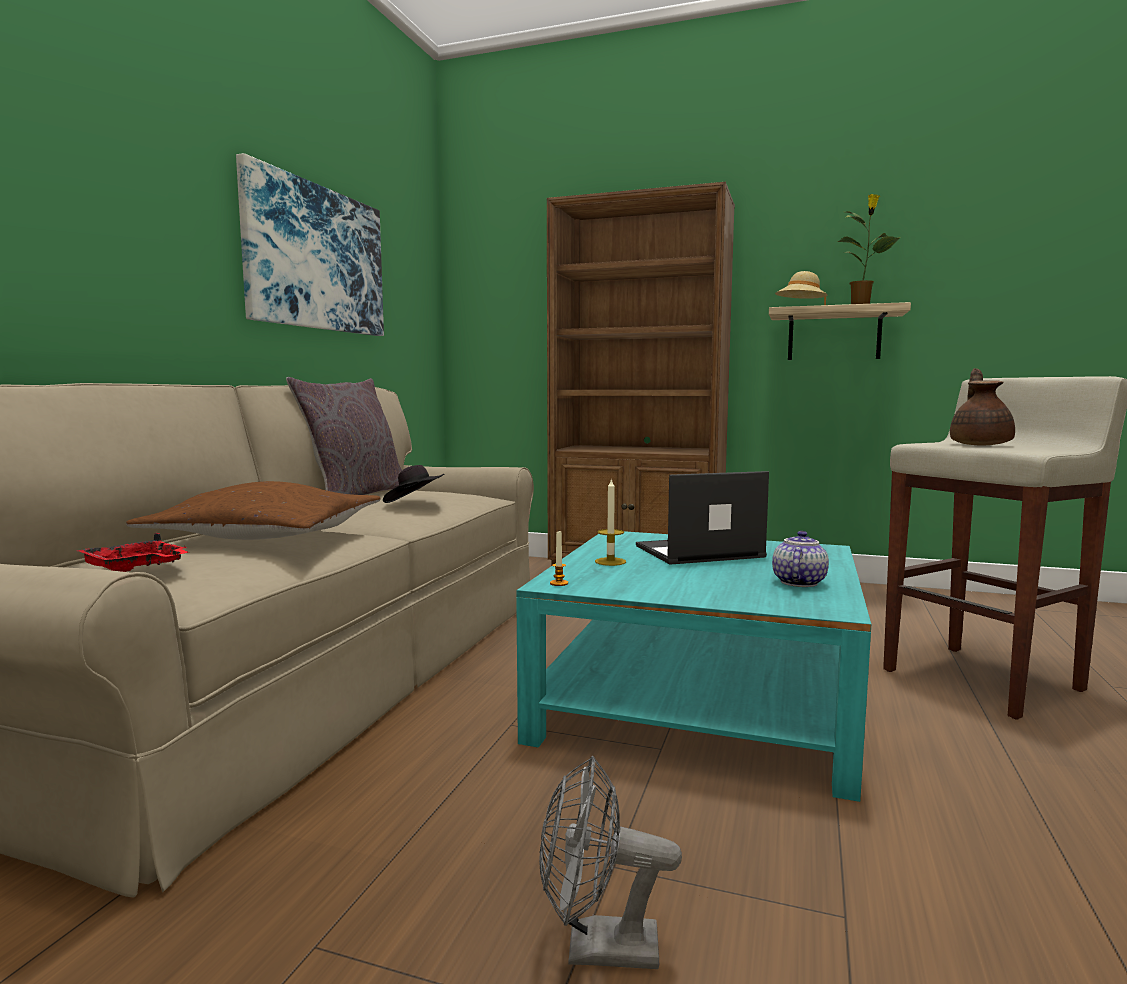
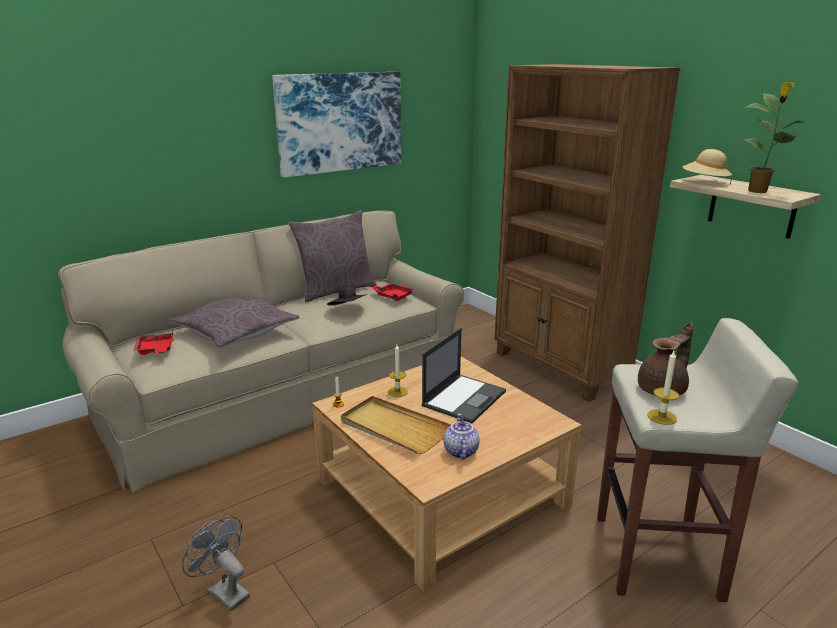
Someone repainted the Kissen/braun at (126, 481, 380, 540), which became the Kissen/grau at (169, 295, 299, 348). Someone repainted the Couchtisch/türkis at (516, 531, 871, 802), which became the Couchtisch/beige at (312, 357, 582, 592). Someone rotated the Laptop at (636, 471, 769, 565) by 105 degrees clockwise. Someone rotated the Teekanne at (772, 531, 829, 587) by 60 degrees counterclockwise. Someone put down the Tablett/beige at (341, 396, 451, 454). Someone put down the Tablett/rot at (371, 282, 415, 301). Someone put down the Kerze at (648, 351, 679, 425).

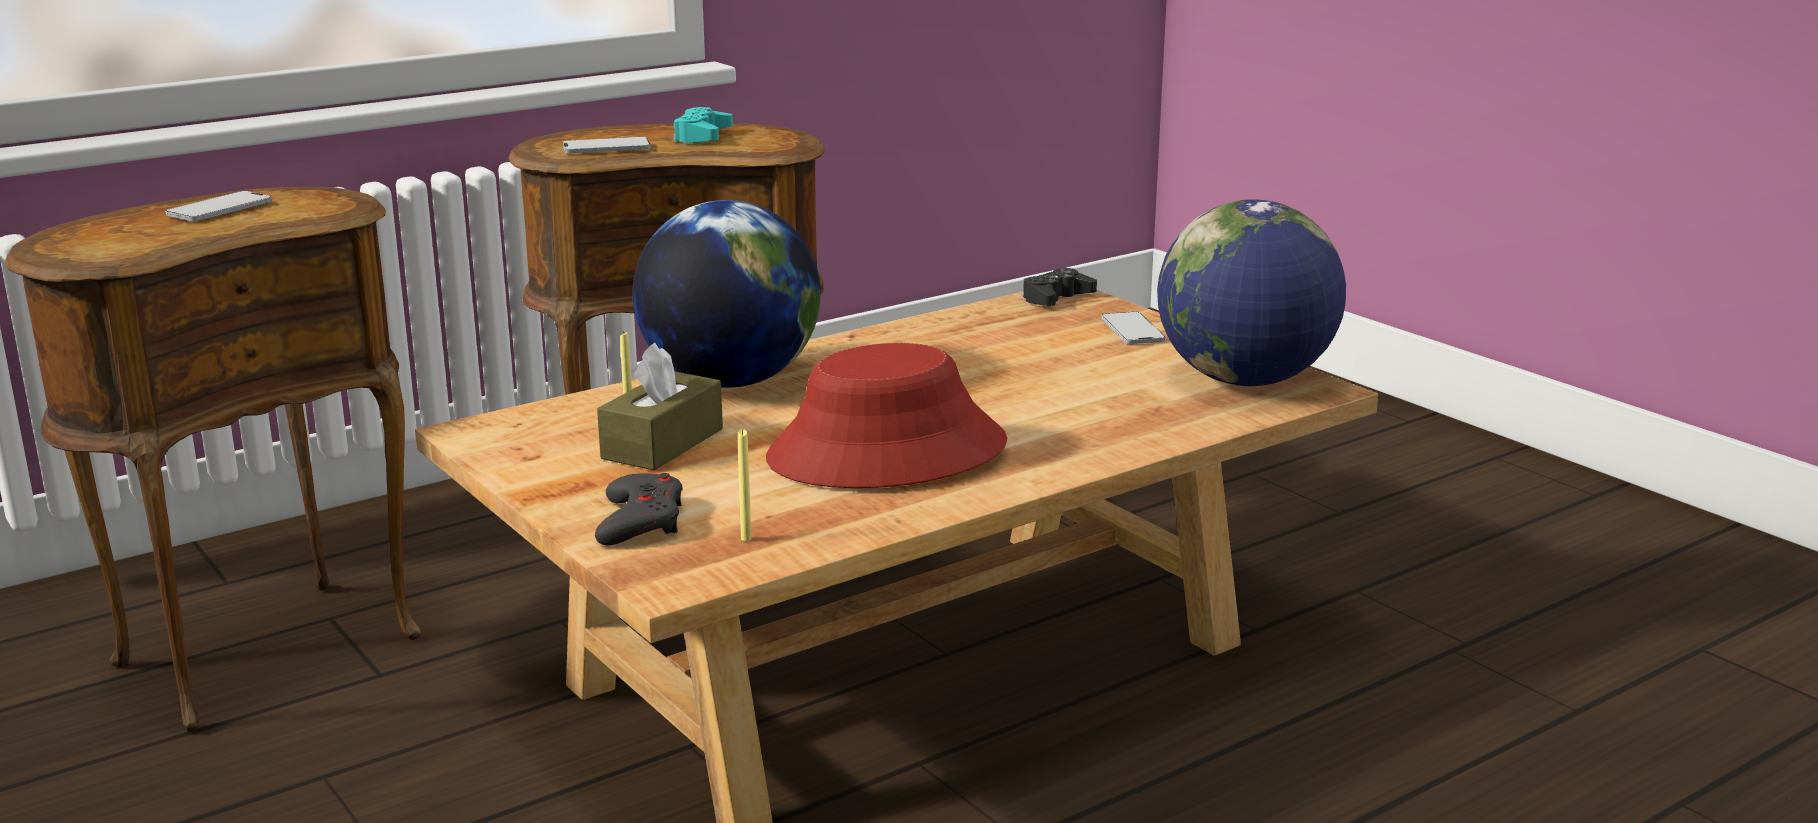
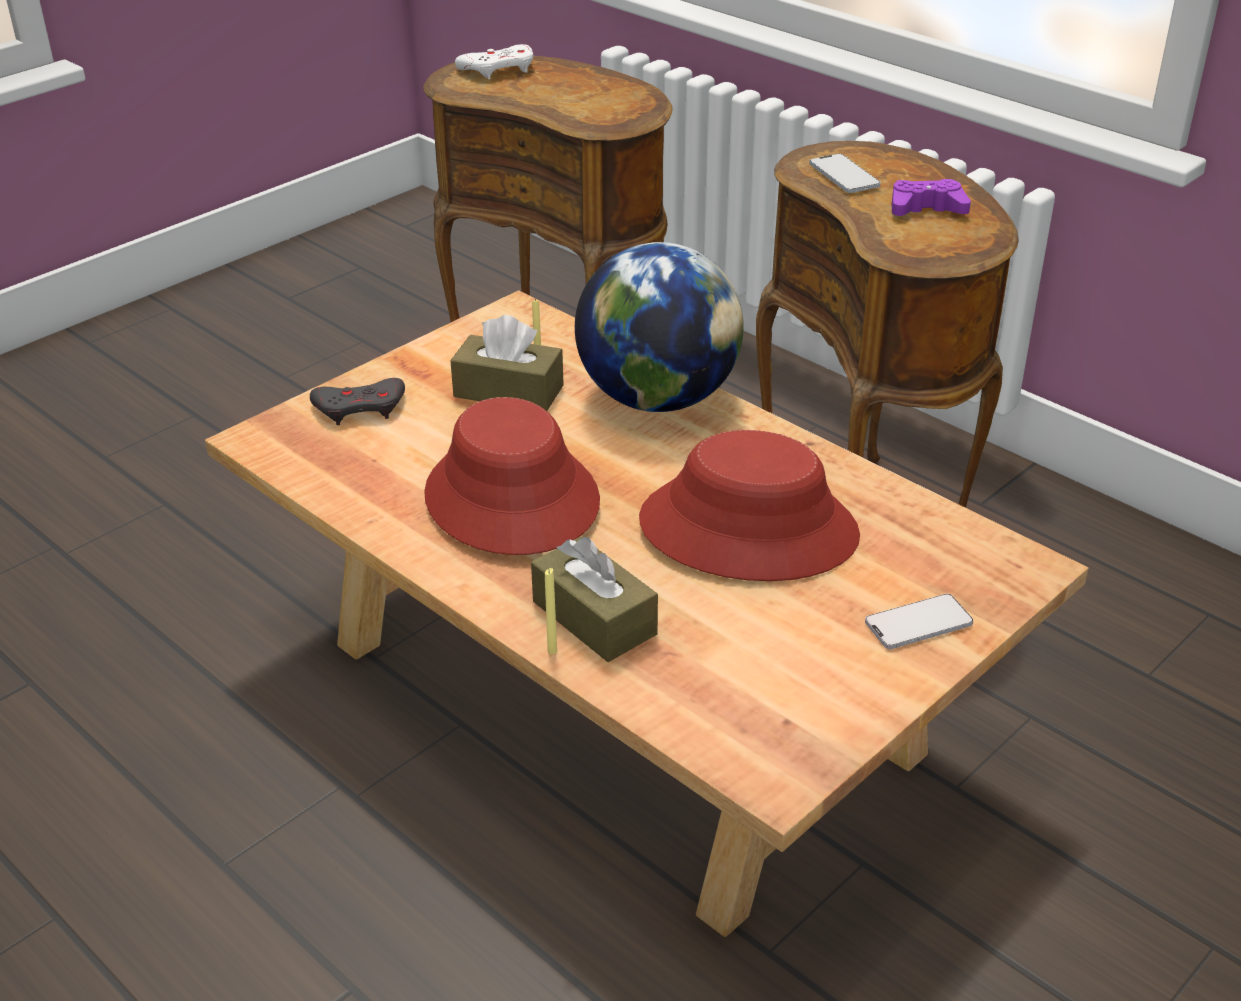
Someone took away the Handy at (165, 191, 272, 221). Someone repainted the Gamepad/türkis at (673, 107, 733, 143), which became the Gamepad/lila at (891, 179, 971, 216). Someone carried the Kerze/gelb from (738, 429, 752, 541) to (545, 568, 557, 655). Someone took away the Gamepad/schwarz at (1022, 268, 1097, 306). Someone took away the Globus at (1157, 200, 1346, 386). Someone put down the Gamepad/weiß at (455, 44, 533, 79). Someone put down the Taschentuchbox/braun at (531, 536, 658, 662). Someone put down the Hut/rot at (639, 430, 860, 581).

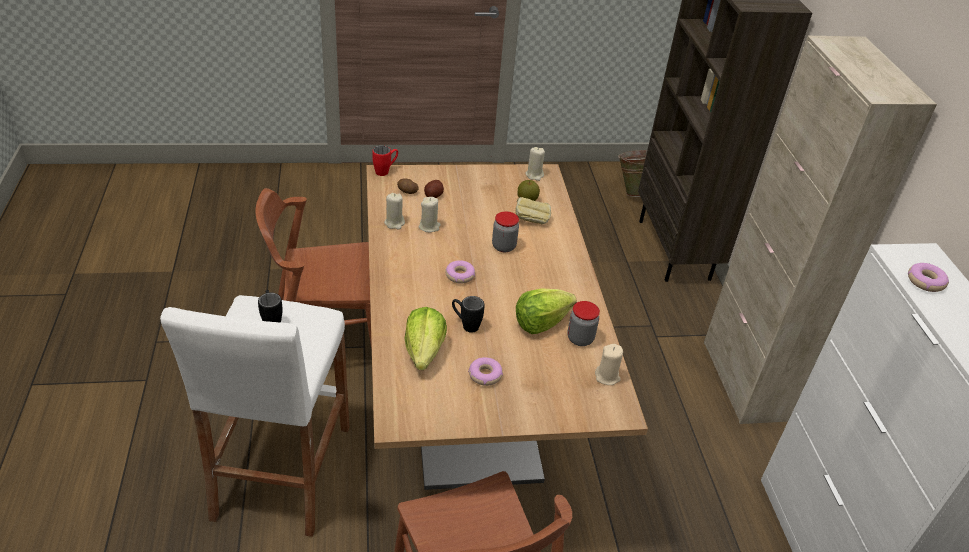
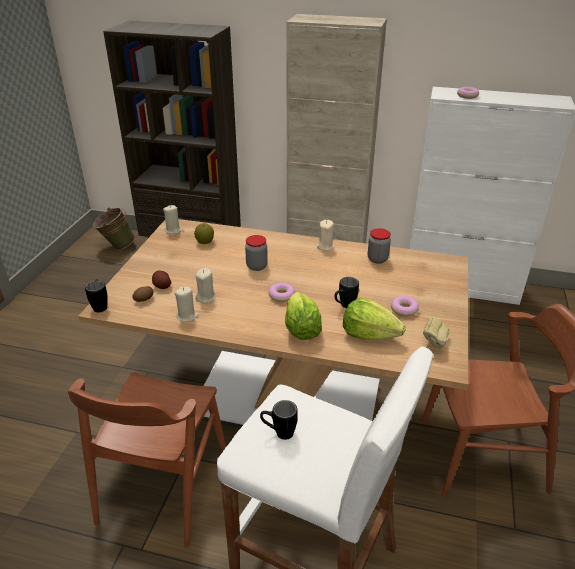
Someone repainted the Henkelbecher/rot at (372, 145, 398, 176), which became the Henkelbecher/schwarz at (85, 279, 108, 312). Someone carried the Brot from (515, 197, 551, 224) to (423, 317, 449, 348). Someone carried the Salatkopf from (516, 289, 577, 334) to (285, 292, 322, 340). Someone carried the Kerze/beige from (595, 344, 623, 385) to (317, 220, 334, 251).

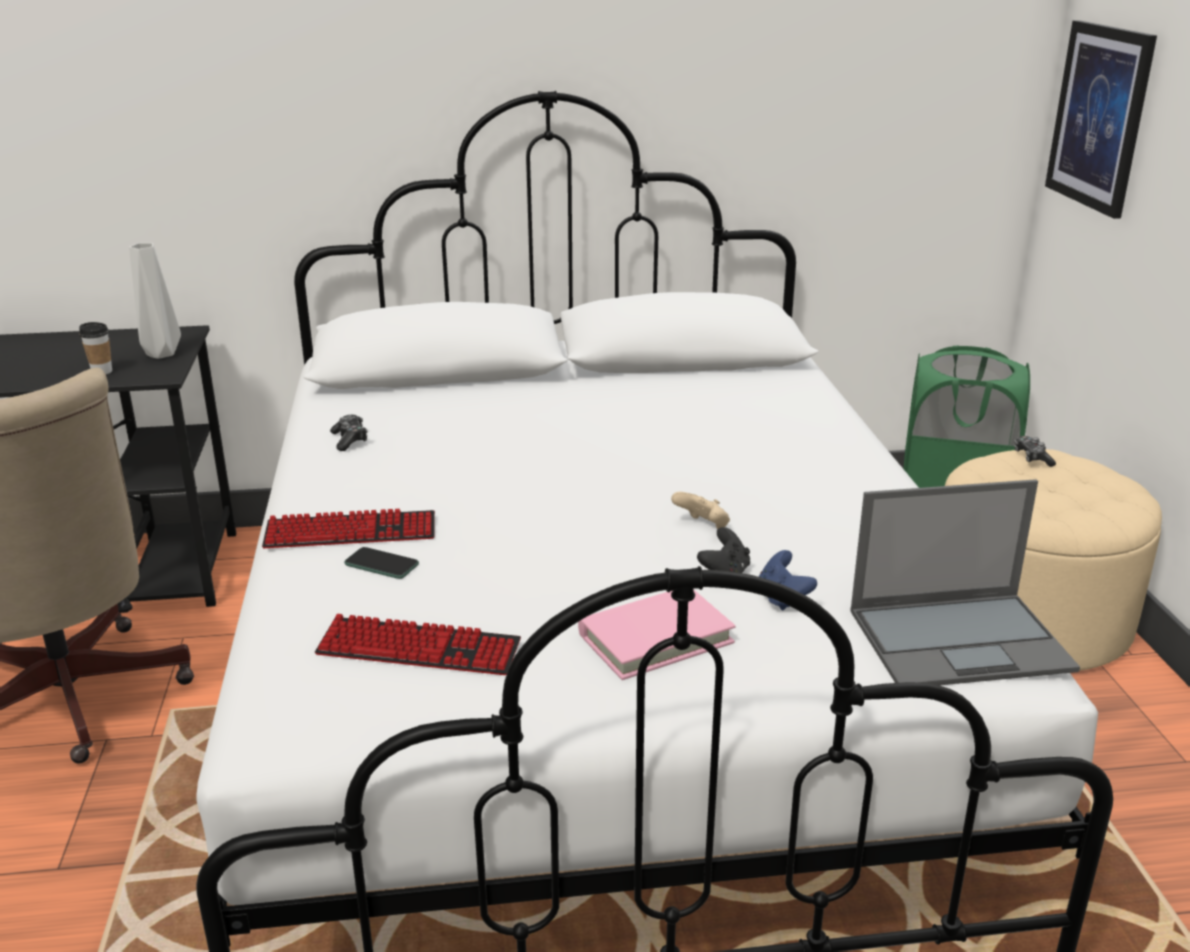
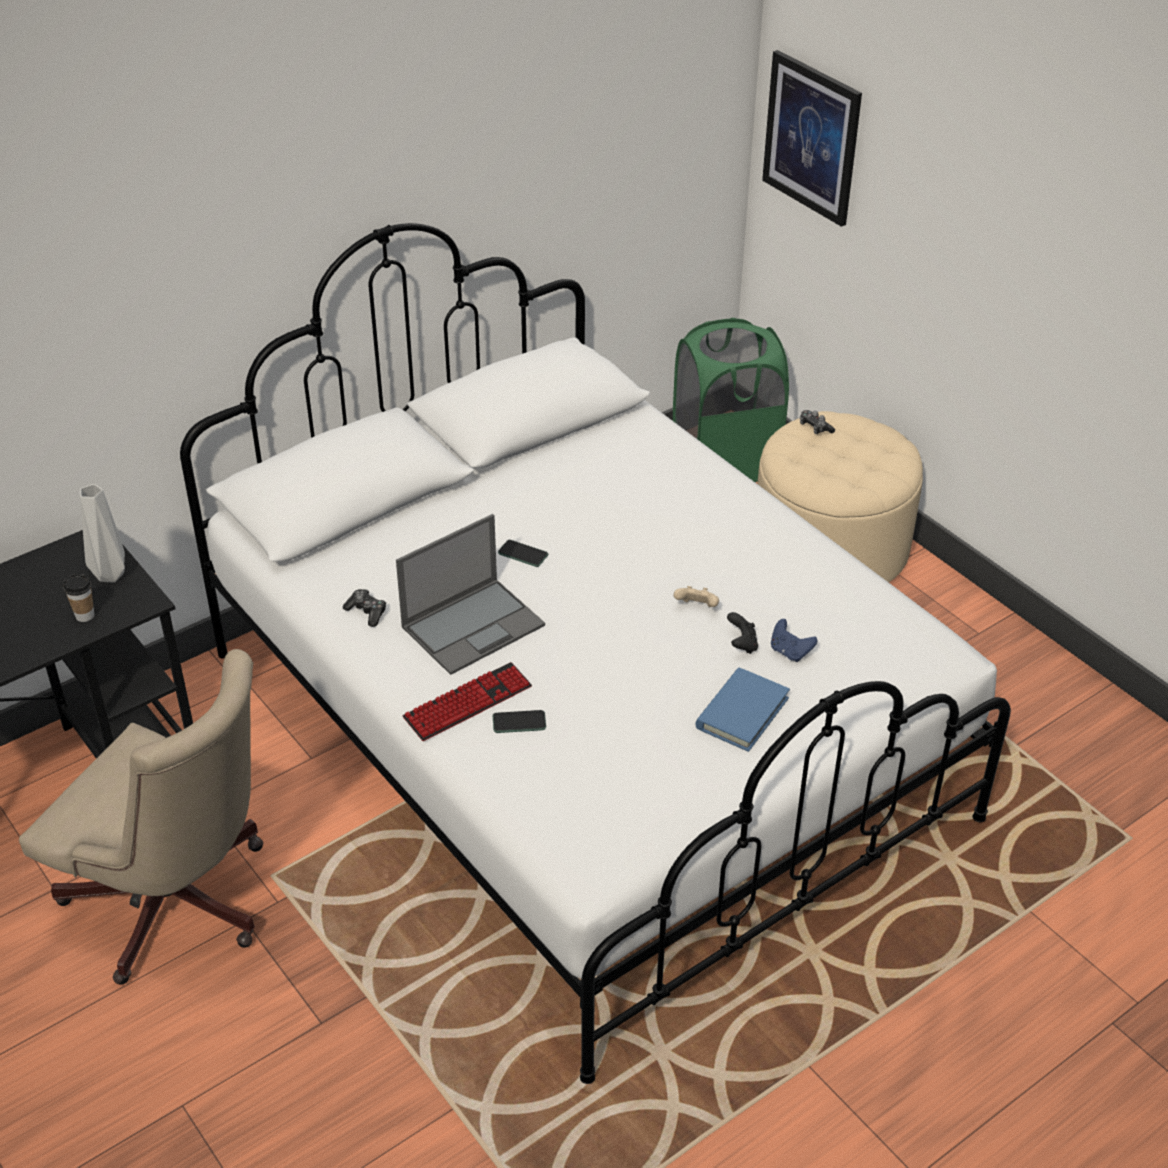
Someone took away the Tastatur at (315, 614, 521, 675). Someone repainted the Buch/rosa at (578, 589, 736, 680), which became the Buch/blau at (695, 668, 790, 752). Someone carried the Laptop from (850, 479, 1080, 685) to (396, 514, 545, 675). Someone put down the Handy at (498, 540, 548, 567).

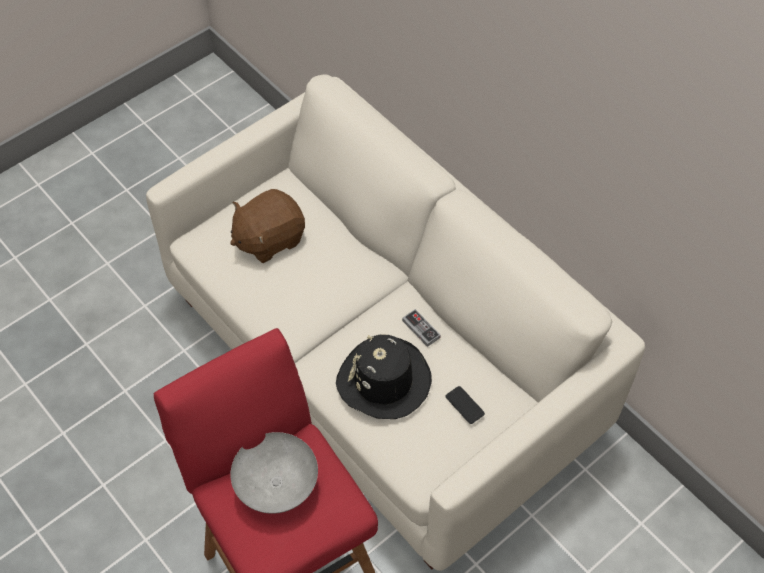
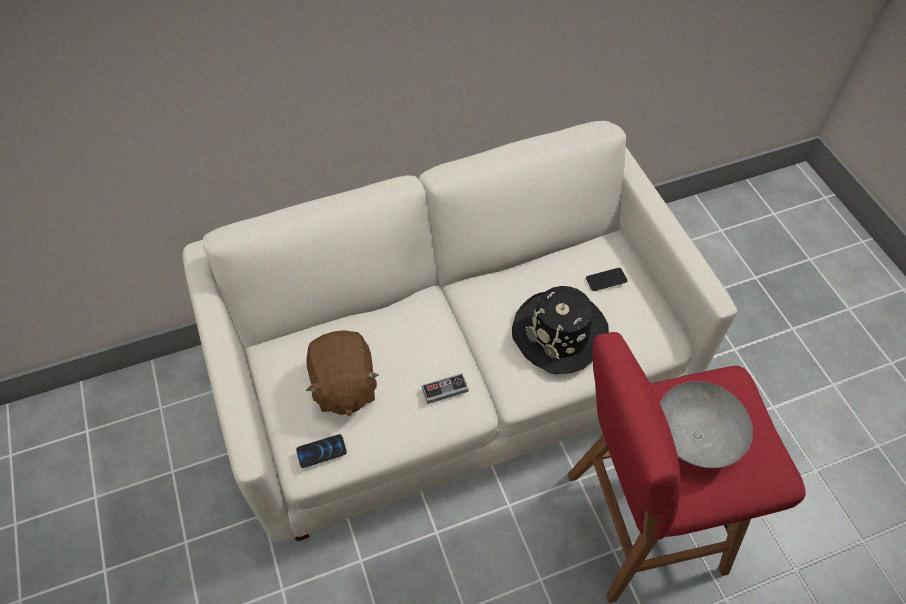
Someone carried the Gamepad from (402, 309, 441, 347) to (422, 373, 469, 404). Someone put down the Handy at (296, 434, 347, 468).

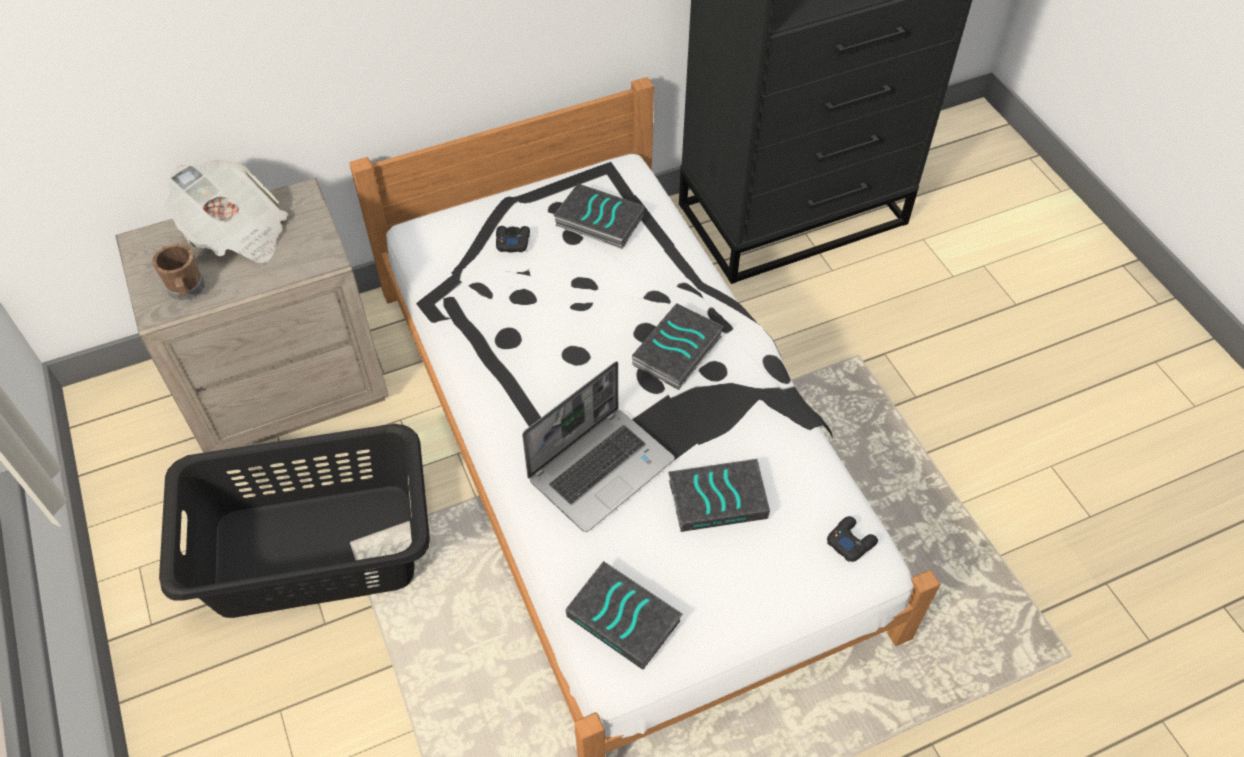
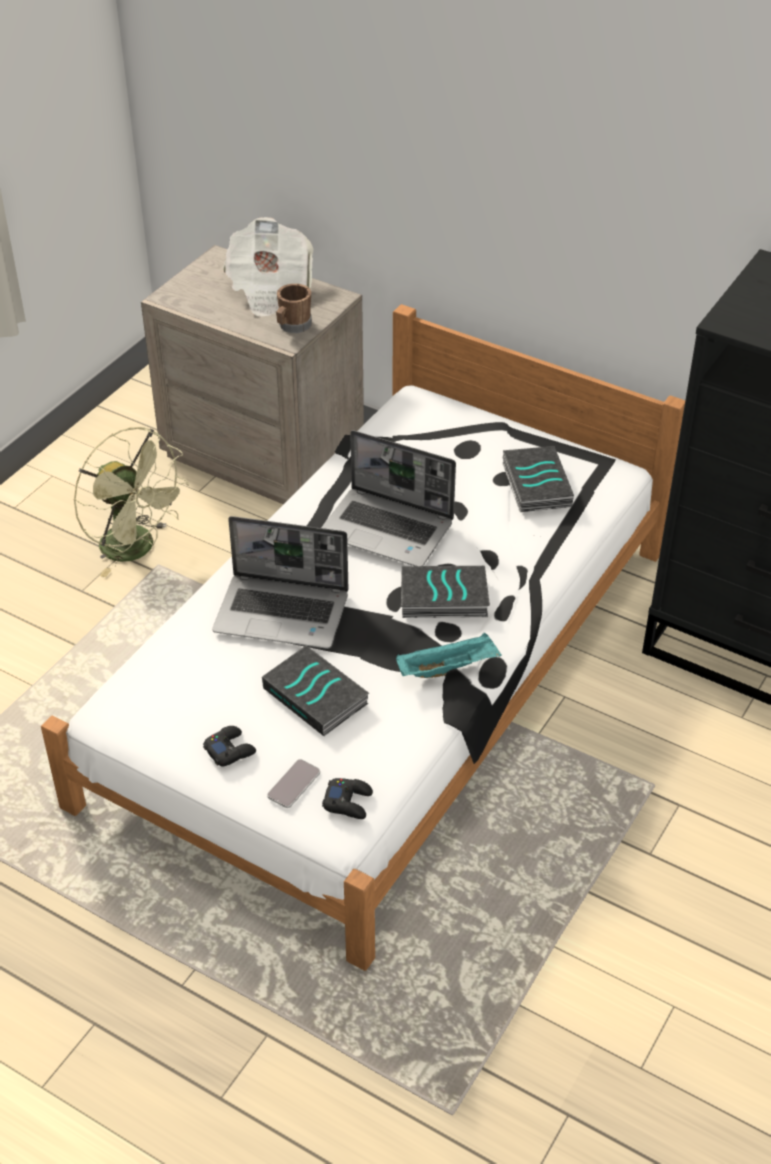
Someone carried the Henkelbecher/braun from (152, 244, 205, 301) to (276, 283, 312, 333). Someone swapped the Wäschekorb/schwarz at (159, 424, 430, 618) for the Ventilator/grün at (74, 427, 190, 577). Someone carried the Gamepad/schwarz from (496, 226, 530, 253) to (203, 726, 256, 766). Someone took away the Buch at (565, 561, 683, 670). Someone put down the Handy at (267, 759, 320, 808). Someone put down the Laptop at (321, 430, 456, 566). Someone put down the Tablett/türkis at (396, 633, 502, 678).

